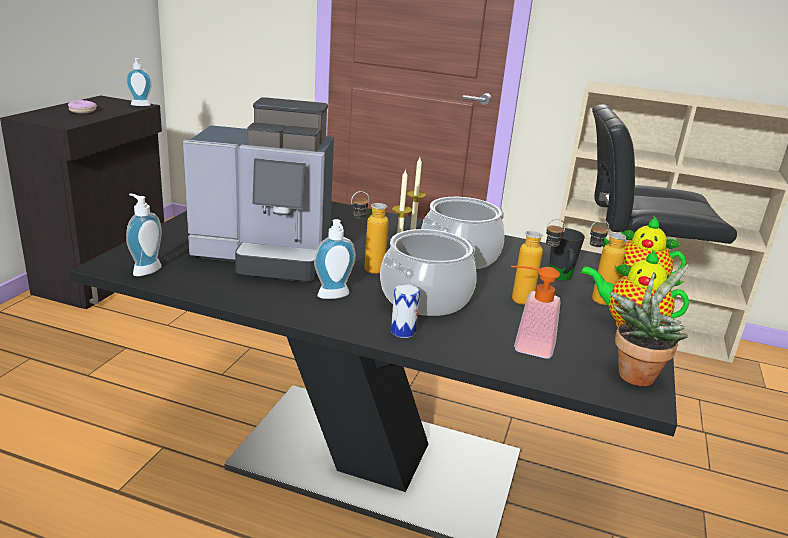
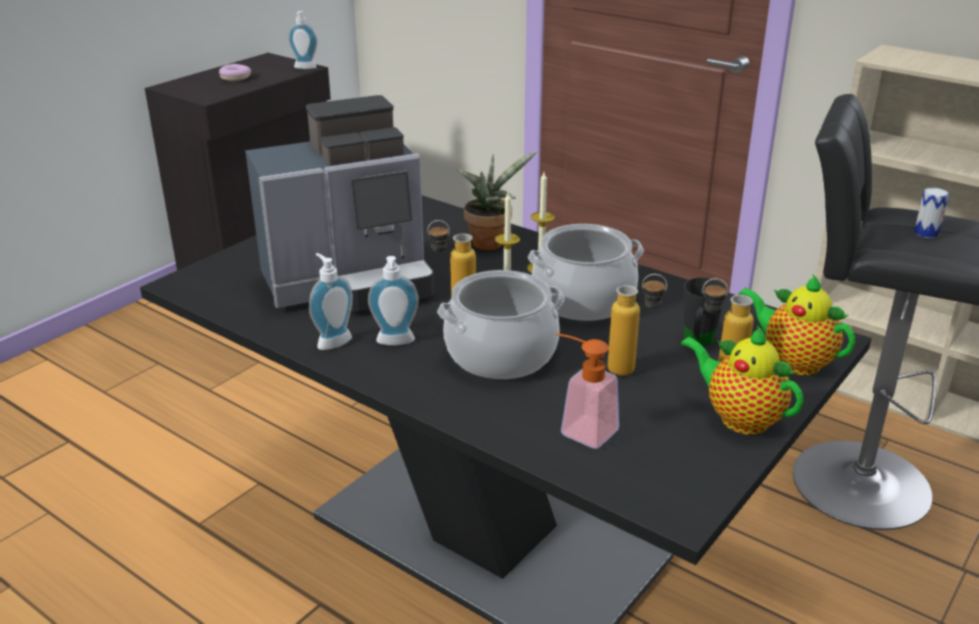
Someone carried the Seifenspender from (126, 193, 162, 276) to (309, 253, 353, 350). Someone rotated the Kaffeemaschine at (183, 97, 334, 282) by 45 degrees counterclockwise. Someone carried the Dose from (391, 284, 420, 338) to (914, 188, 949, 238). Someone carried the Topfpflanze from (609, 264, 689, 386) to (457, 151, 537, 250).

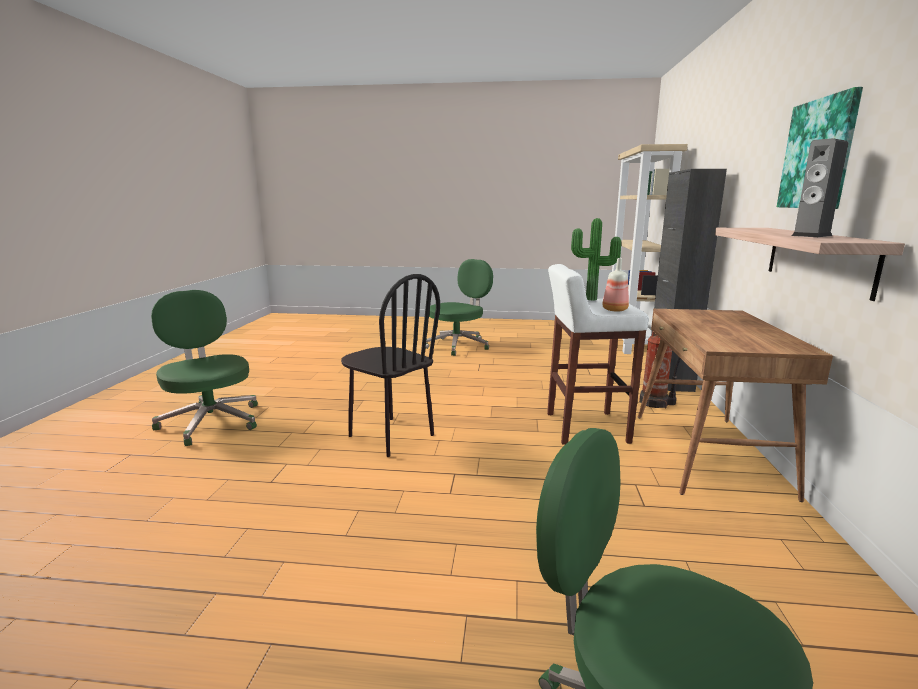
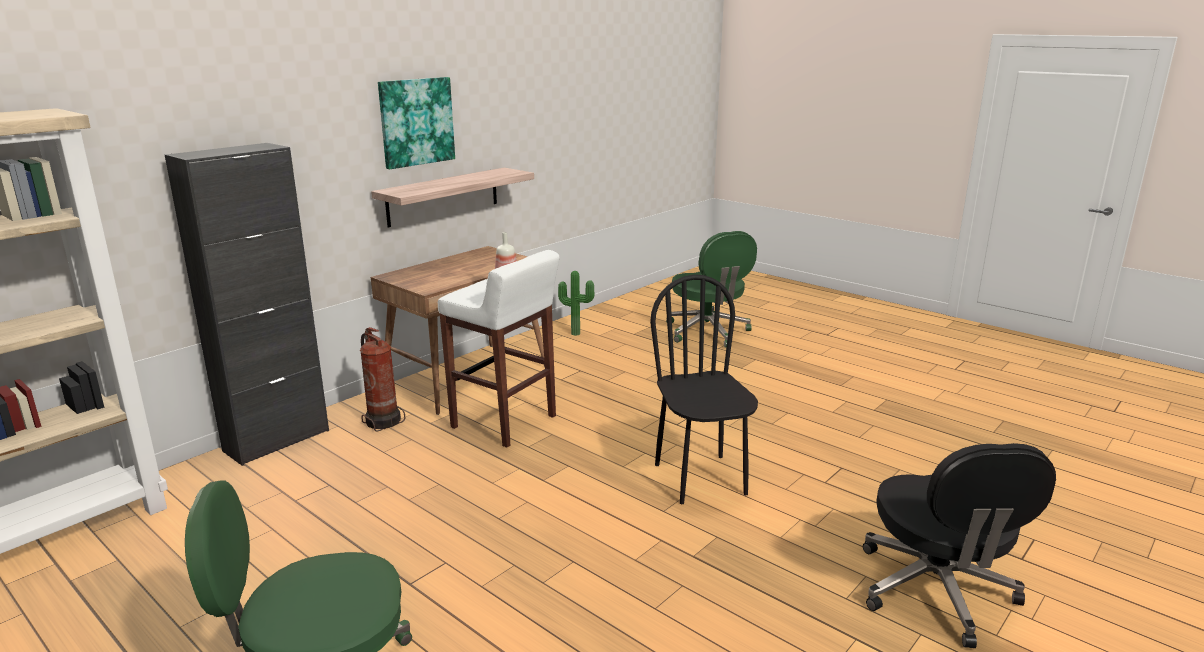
Someone repainted the Bürostuhl/grün at (151, 290, 258, 446), which became the Bürostuhl/schwarz at (863, 443, 1056, 648). Someone carried the Topfpflanze from (571, 218, 621, 301) to (558, 271, 594, 336). Someone took away the Lautsprecher at (791, 138, 848, 237).

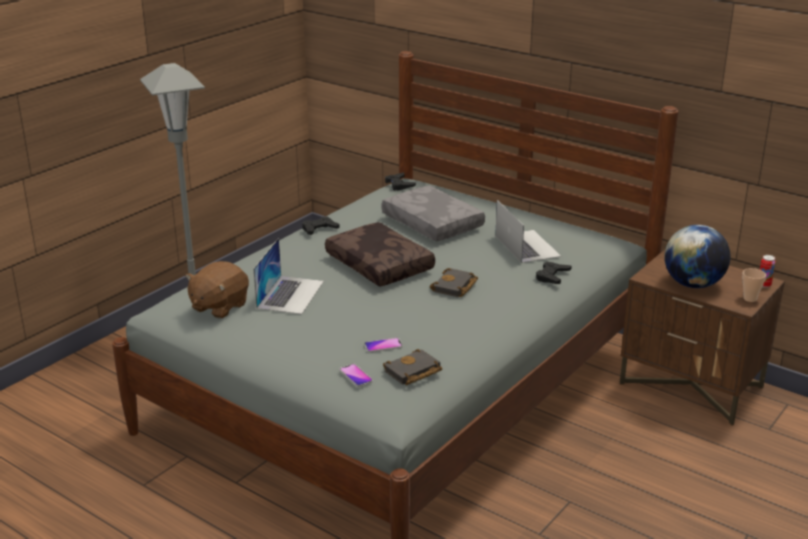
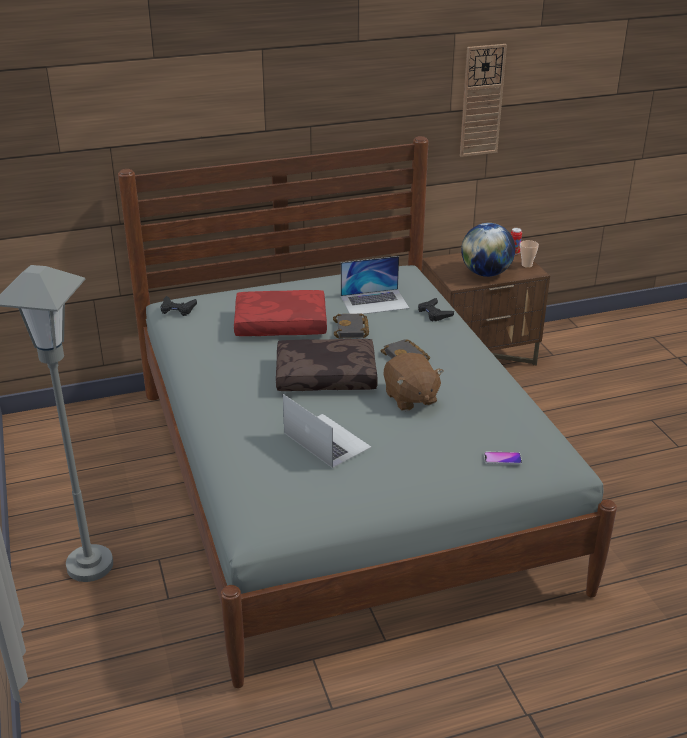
Someone carried the Plüschtier/braun from (185, 261, 249, 319) to (384, 353, 443, 411). Someone took away the Gamepad/schwarz at (303, 217, 340, 235). Someone took away the Handy at (364, 338, 403, 352). Someone repainted the Kissen/grau at (381, 186, 485, 242), which became the Kissen/rot at (234, 290, 327, 336). Someone carried the Buch/schwarz from (383, 349, 442, 385) to (333, 313, 369, 339). Someone rotated the Laptop at (495, 200, 561, 263) by 150 degrees clockwise. Someone put up the Wanduhr at (460, 44, 507, 157).

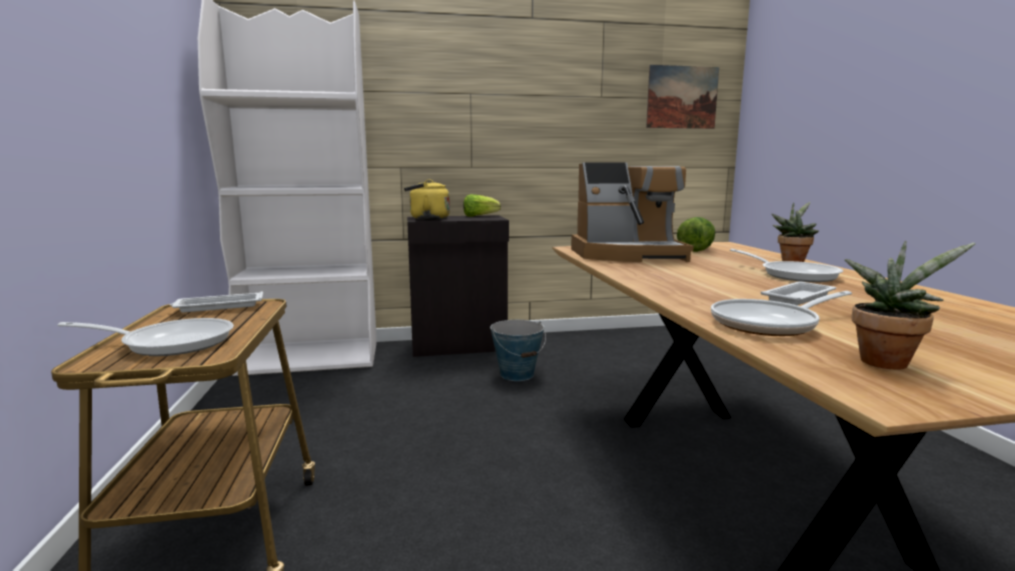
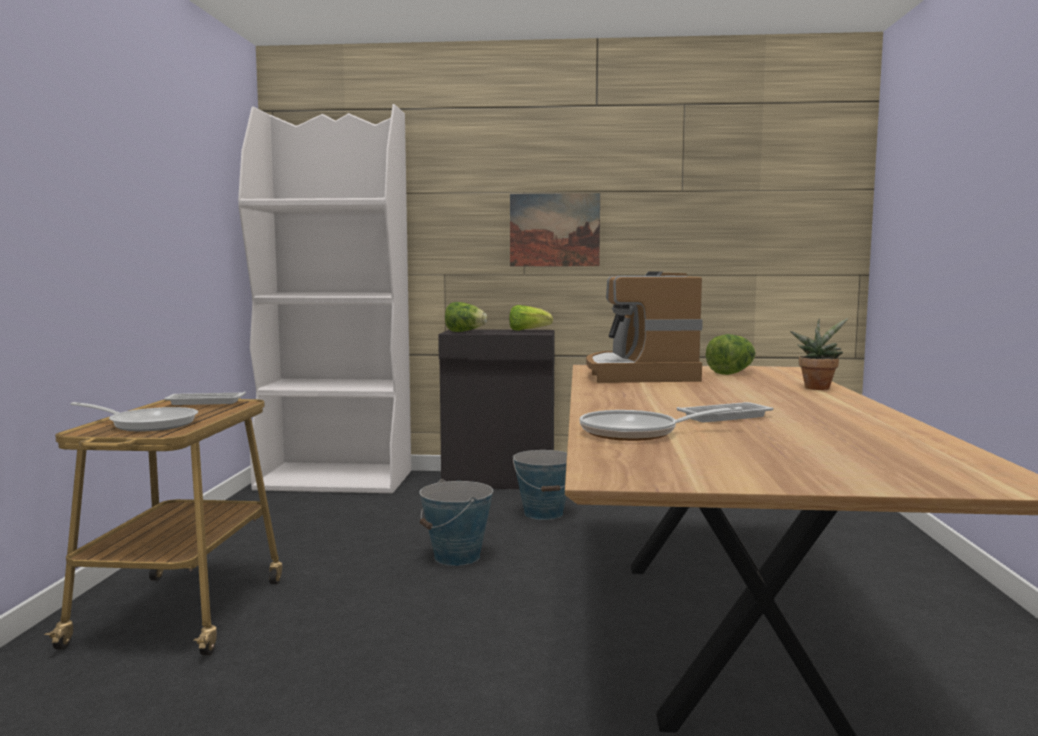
Someone swapped the Wasserkessel/gelb at (404, 179, 450, 220) for the Salatkopf at (445, 302, 487, 332). Someone rotated the Kaffeemaschine at (571, 162, 694, 262) by 75 degrees clockwise. Someone carried the Bild from (646, 65, 719, 129) to (510, 193, 600, 266). Someone took away the Pfanne at (730, 249, 843, 282). Someone took away the Topfpflanze at (845, 240, 976, 369). Someone put down the Eimer at (420, 479, 493, 566).

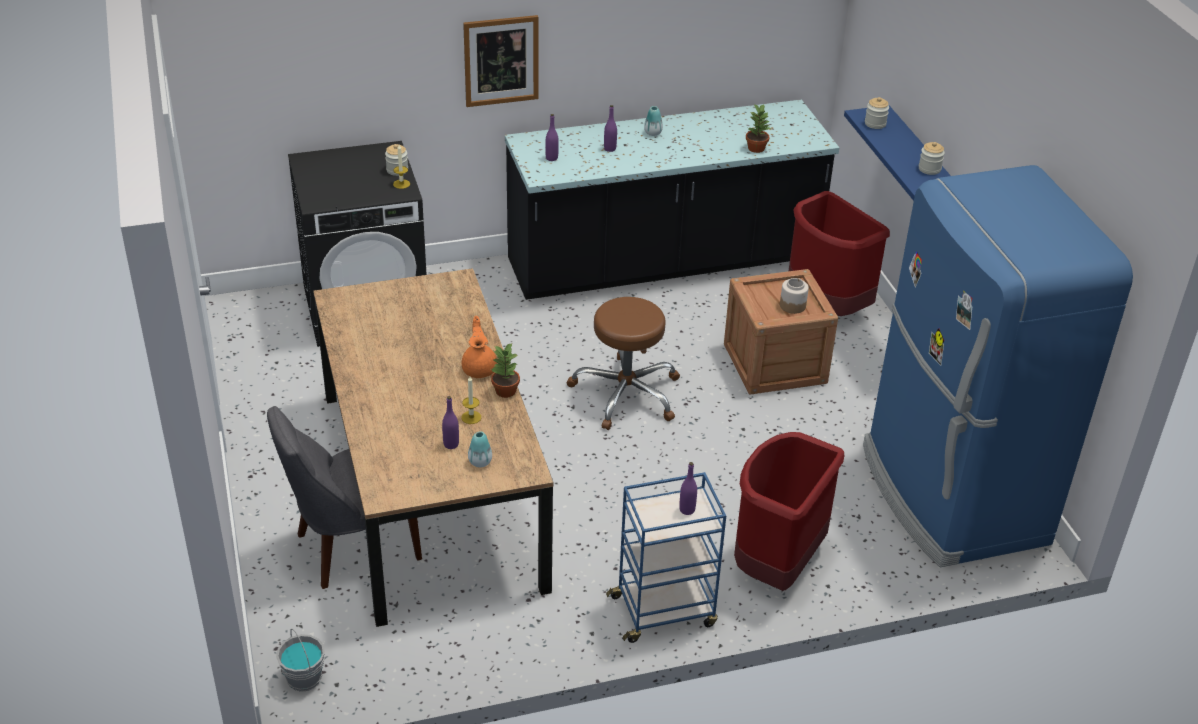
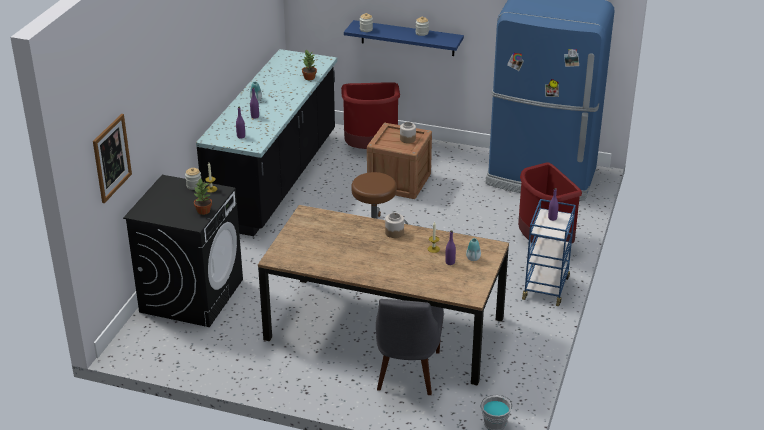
Someone swapped the Teekanne/orange at (462, 316, 497, 378) for the Vorratsglas at (385, 213, 404, 238). Someone carried the Bild from (463, 15, 539, 107) to (93, 114, 132, 203). Someone carried the Topfpflanze from (490, 342, 520, 398) to (194, 178, 212, 215).

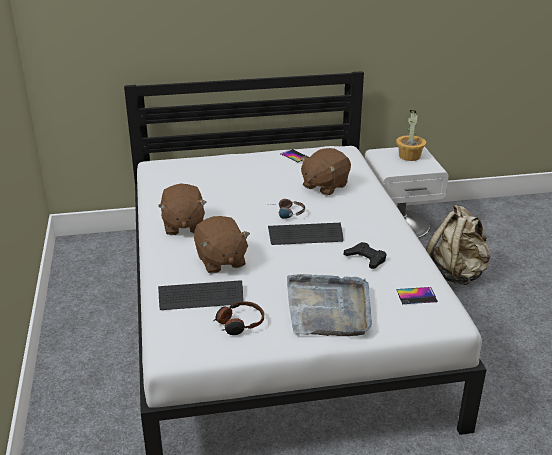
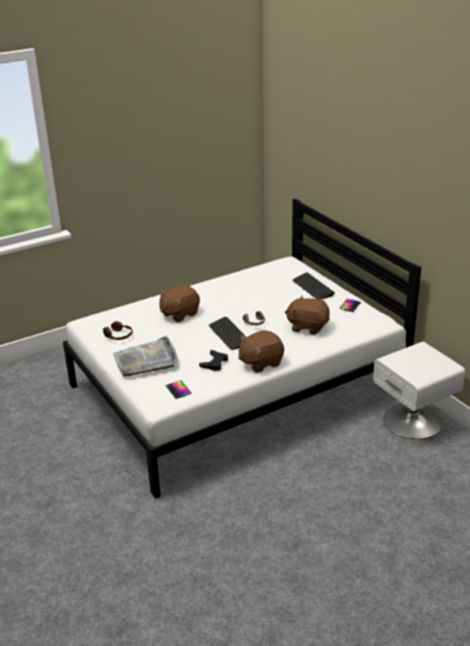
Someone carried the Plüschtier/braun from (158, 183, 207, 235) to (238, 330, 284, 373). Someone carried the Tastatur from (158, 280, 244, 310) to (292, 272, 335, 300). Someone took away the Topfpflanze at (396, 110, 426, 161). Someone took away the Rucksack/beige at (426, 204, 491, 285).

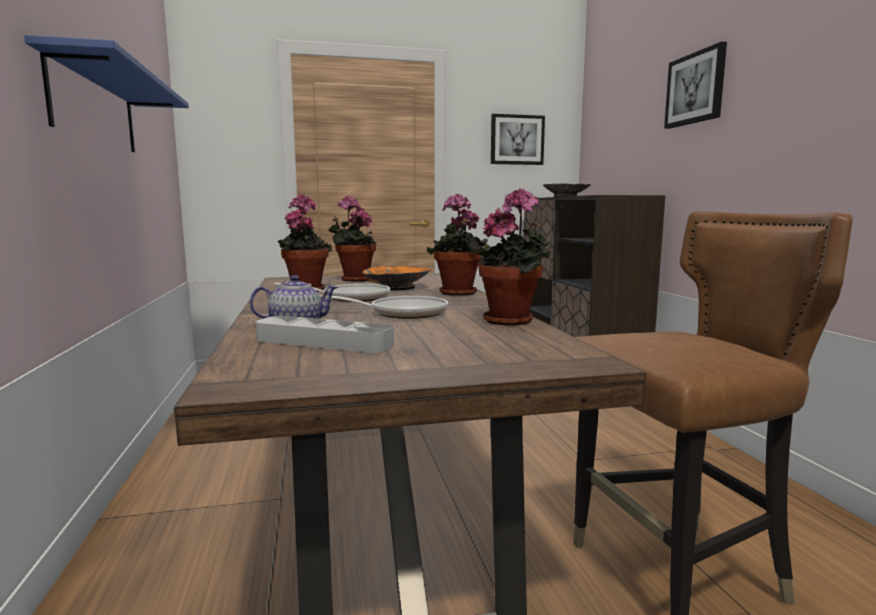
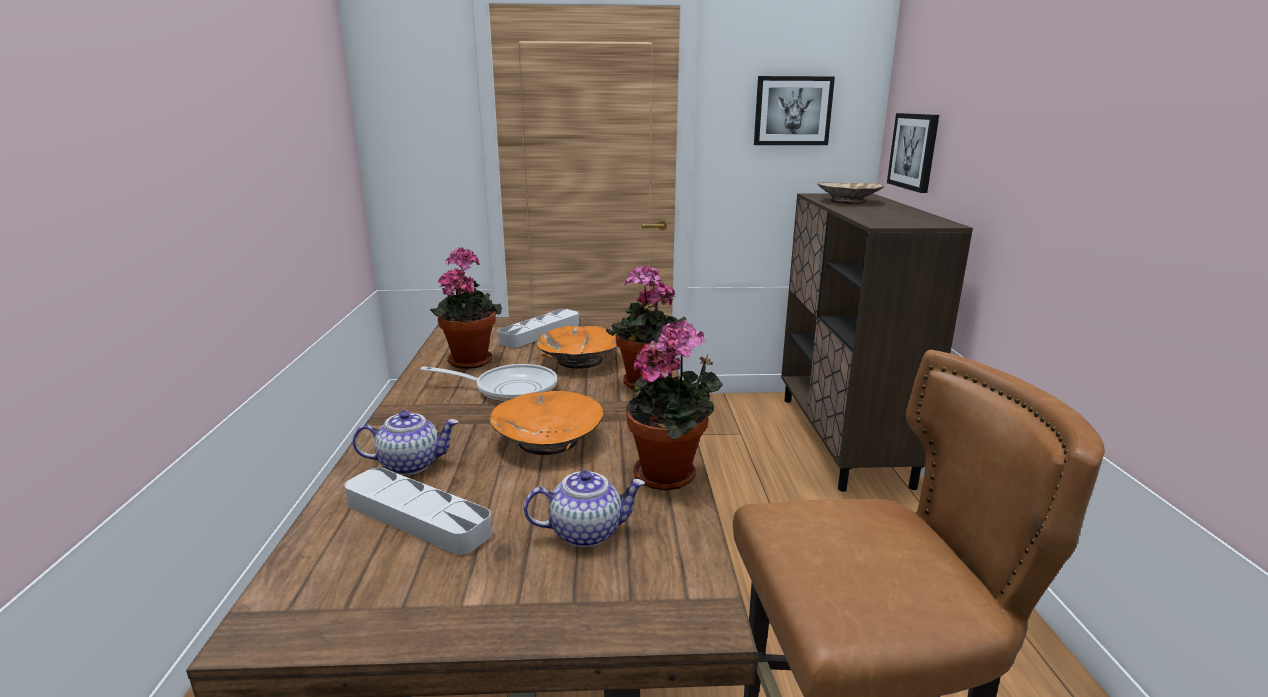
Someone took away the Wandregal/blau at (24, 35, 189, 152). Someone swapped the Pfanne at (320, 295, 448, 319) for the Schüssel/orange at (489, 391, 603, 455). Someone swapped the Topfpflanze at (328, 196, 376, 282) for the Tablett/grau at (498, 309, 579, 348). Someone carried the Bild from (664, 42, 727, 129) to (887, 113, 939, 193). Someone put down the Teekanne at (524, 470, 645, 548).

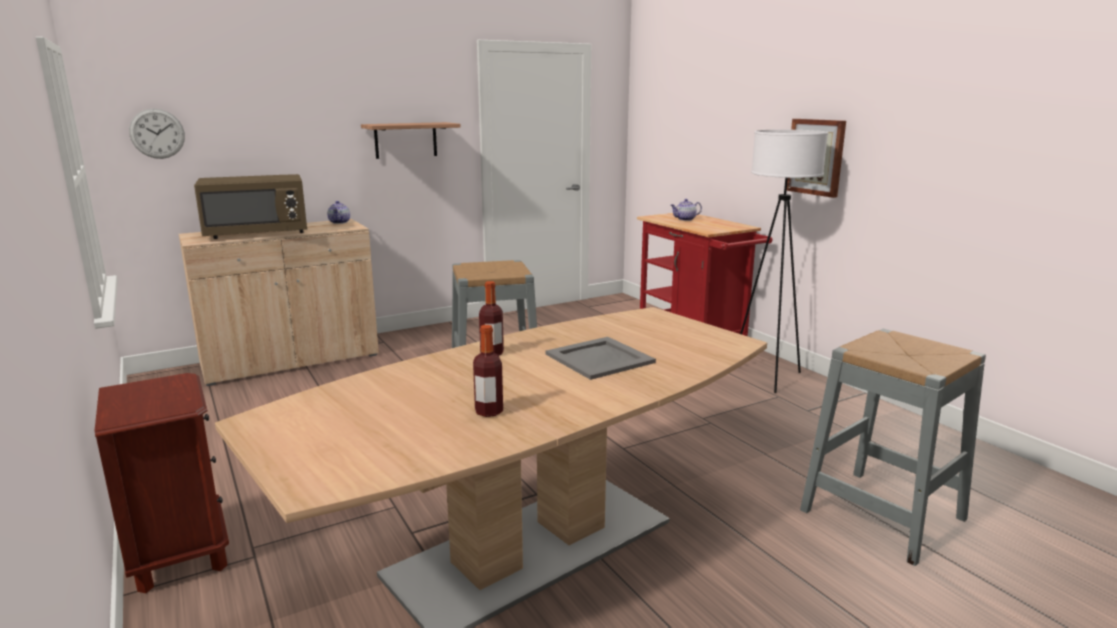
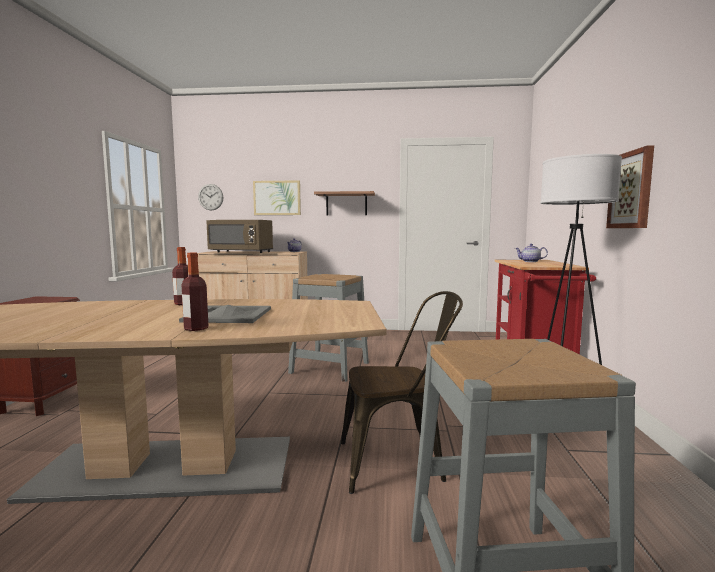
Someone carried the Flasche from (473, 325, 503, 417) to (182, 253, 209, 331). Someone put up the Bild at (253, 180, 301, 215). Someone put down the Stuhl/braun at (341, 291, 463, 494).

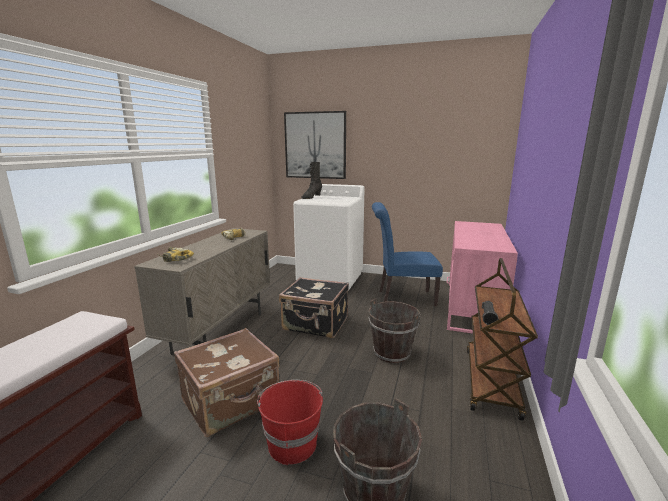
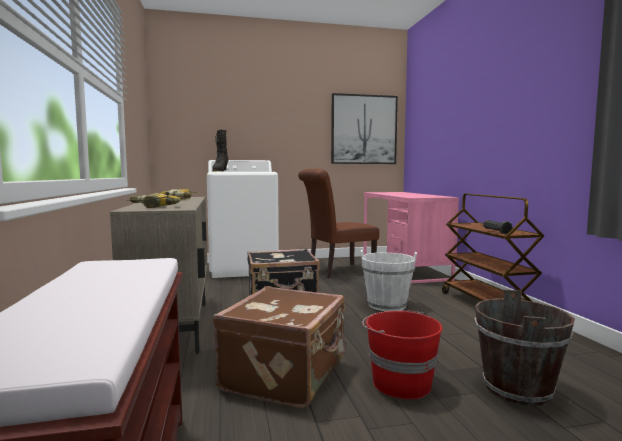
Someone carried the Bild from (284, 111, 346, 179) to (331, 93, 398, 164). Someone repainted the Eimer/braun at (368, 298, 421, 363), which became the Eimer/weiß at (360, 250, 417, 311). Someone repainted the Stuhl/blau at (372, 202, 443, 306), which became the Stuhl/braun at (298, 169, 379, 278).

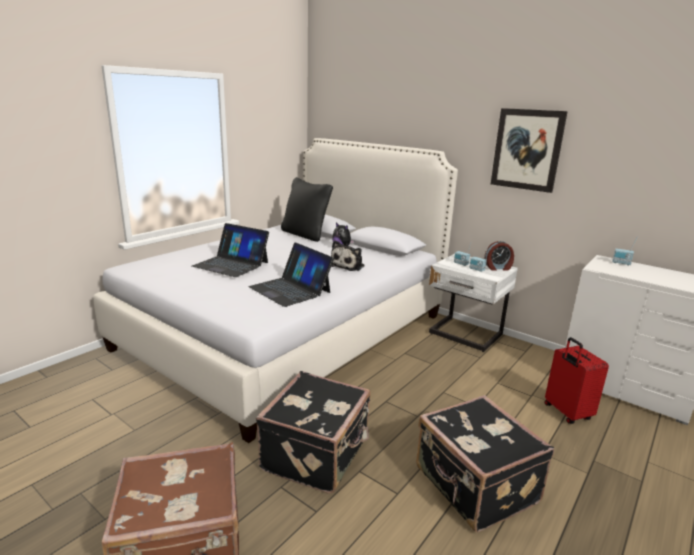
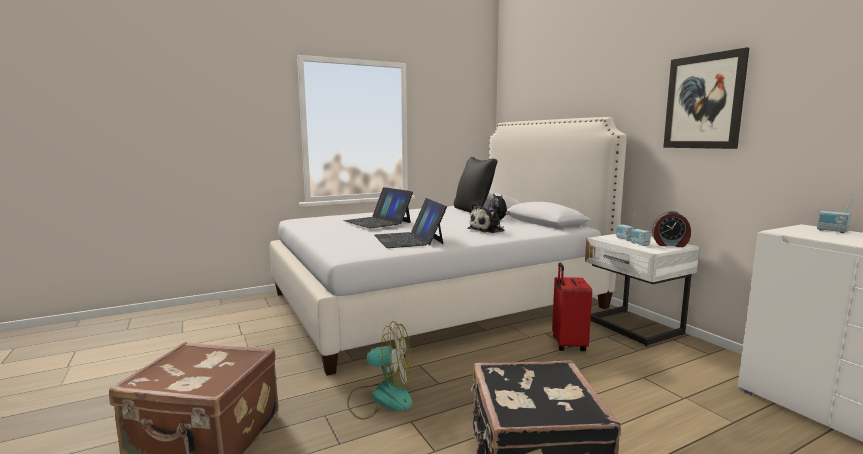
Someone swapped the Koffer/schwarz at (256, 371, 371, 494) for the Ventilator at (347, 321, 412, 420). Someone carried the Koffer/rot from (544, 337, 609, 424) to (552, 262, 592, 351).

